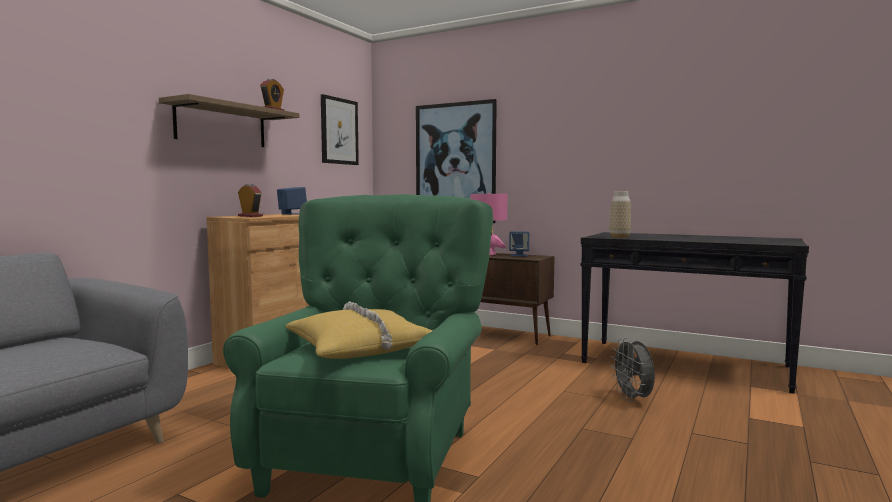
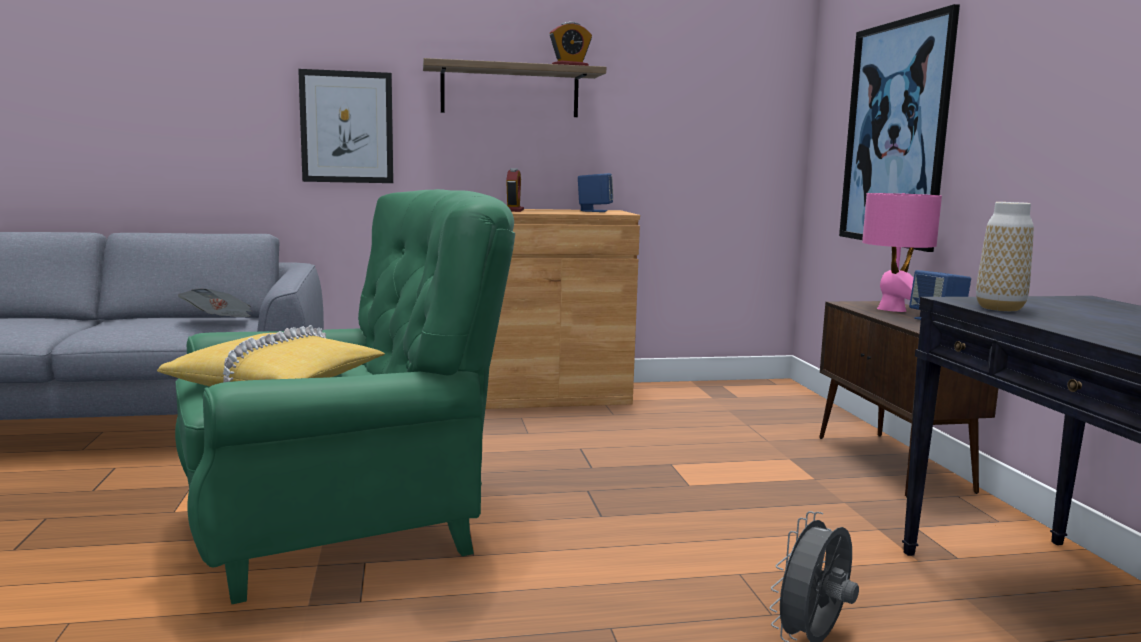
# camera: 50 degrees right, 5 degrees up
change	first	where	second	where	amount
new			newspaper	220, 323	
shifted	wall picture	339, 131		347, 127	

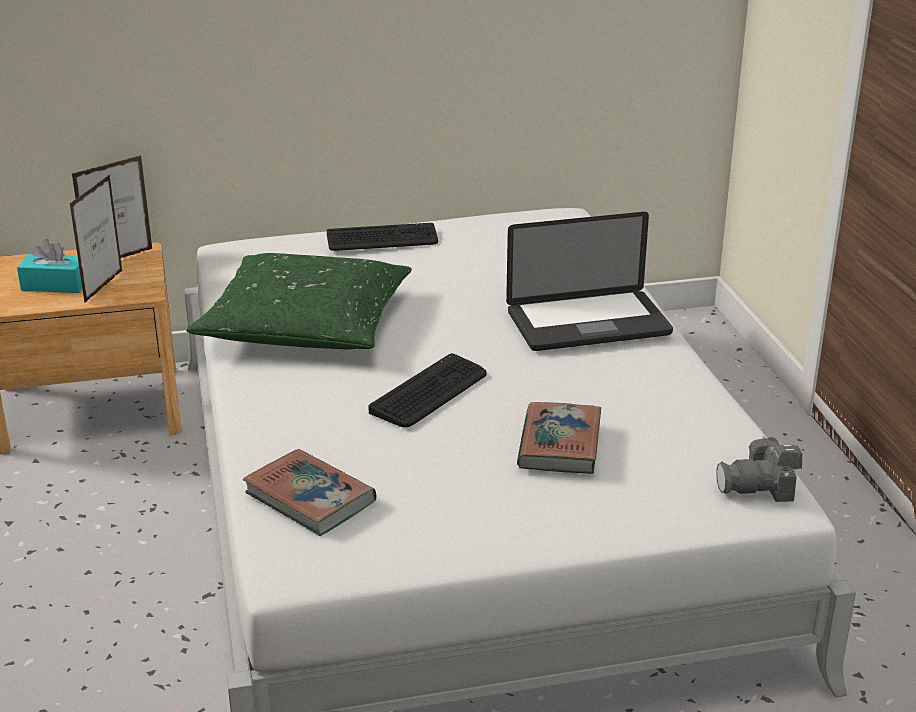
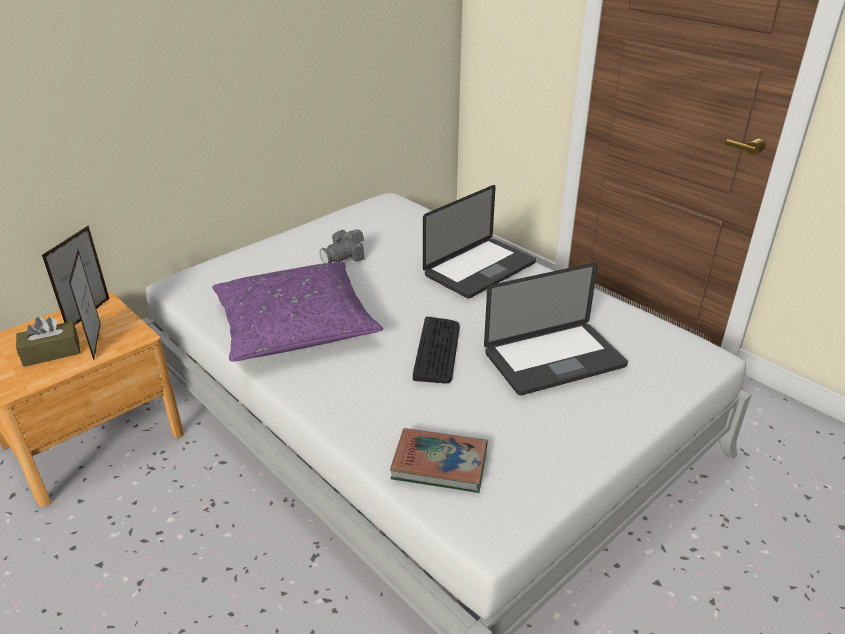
# camera: 30 degrees left, 5 degrees up
change	first	where	second	where	amount
repainted	tissue holder/blue-green	55, 285	tissue holder/brown	51, 352	
repainted	cushion/green-coloured	305, 324	cushion/purple-coloured	295, 325	
shifted	still camera	760, 487		344, 257	
swapped	volume	559, 444	laptop	554, 360	
gone	PC keyboard	382, 239			

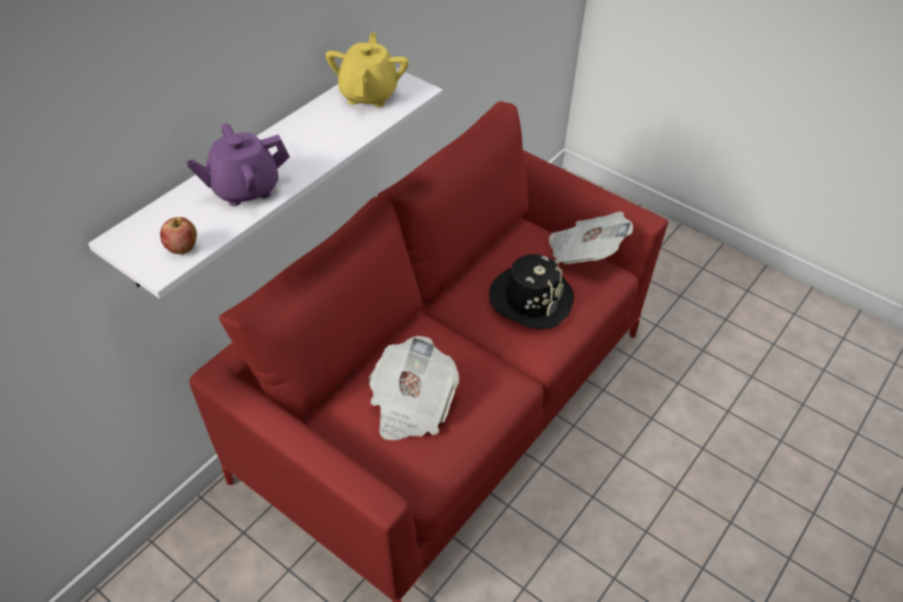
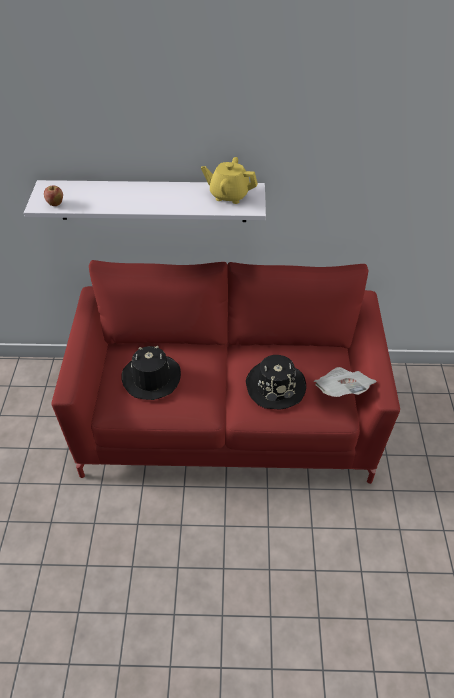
# camera: 55 degrees right, 0 degrees up
change	first	where	second	where	amount
swapped	newspaper	411, 405	clothing hat/black	151, 378	
rotated	tea pot/yellow-coloured	369, 94		229, 195	135 degrees counterclockwise
gone	tea pot/purple-coloured	244, 189			

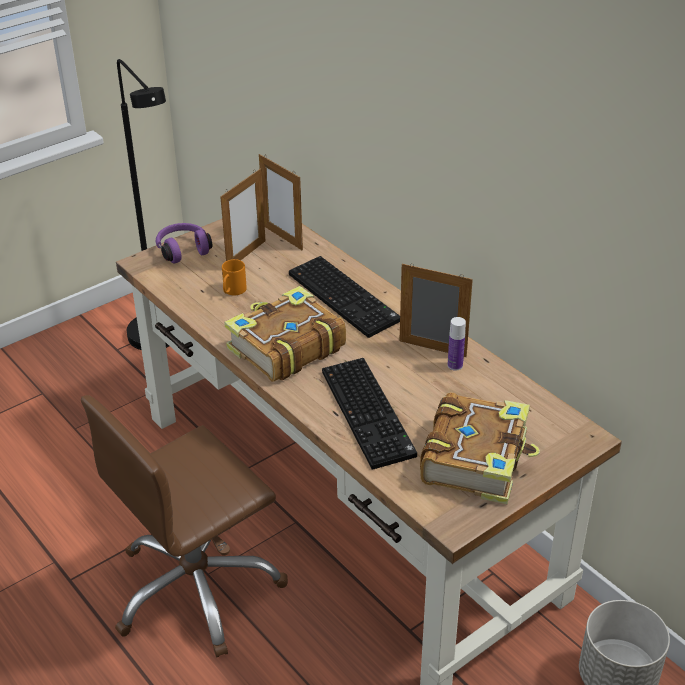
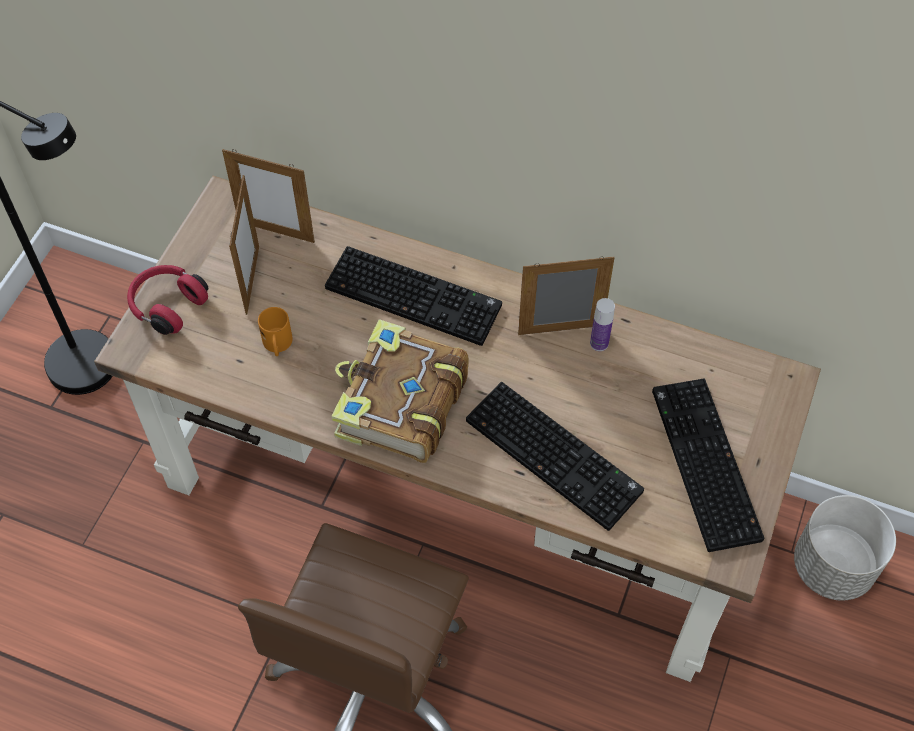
# camera: 30 degrees left, 20 degrees up
change	first	where	second	where	amount
repainted	headset/purple-coloured	183, 250	headset/red-coloured	167, 305	
swapped	volume	477, 459	PC keyboard	701, 463	

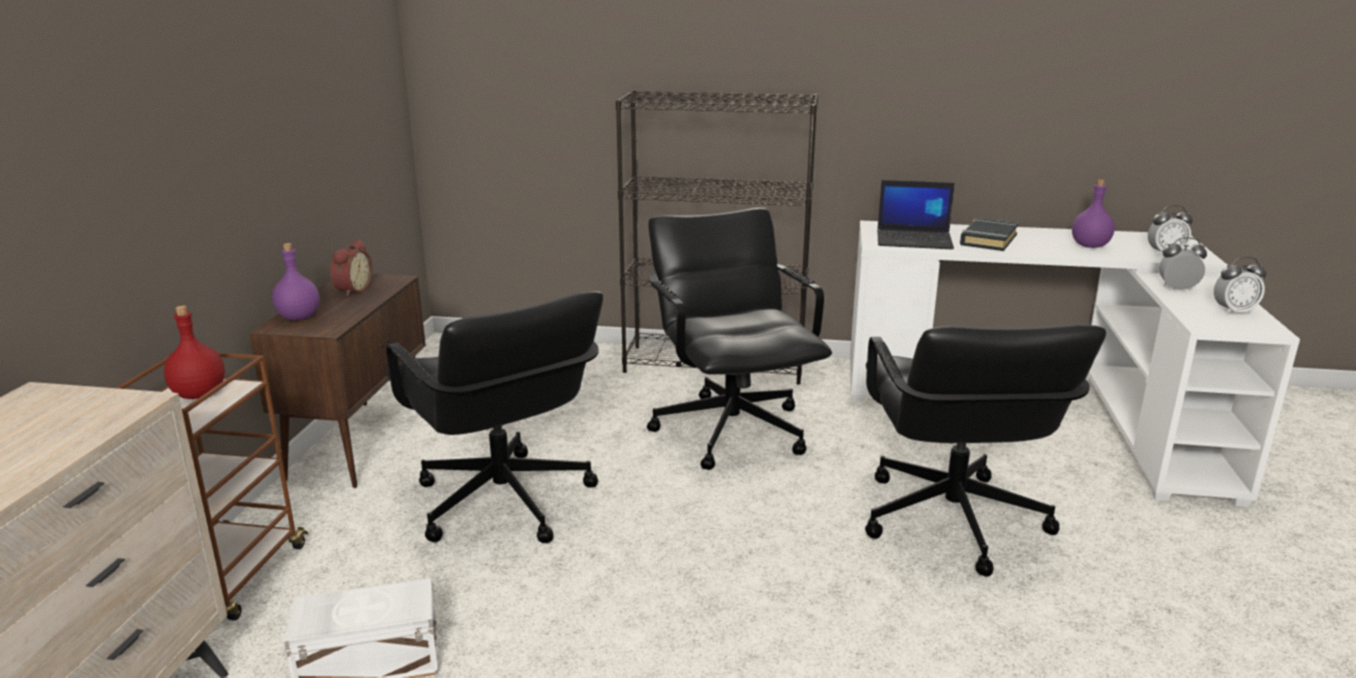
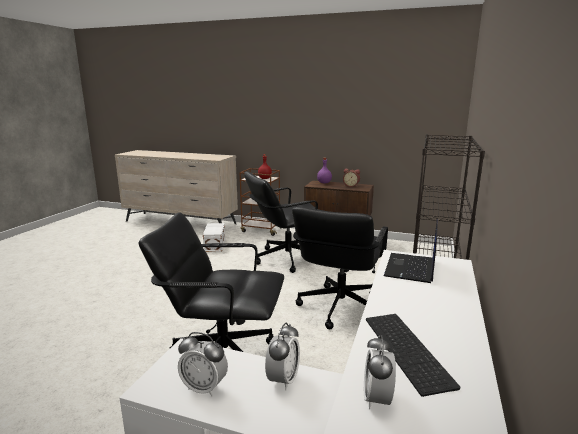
# camera: 100 degrees right, 5 degrees down
change	first	where	second	where	amount
rotated	alarm clock	1233, 311		204, 388	75 degrees counterclockwise
rotated	office chair/black	732, 430		339, 307	120 degrees clockwise
swapped	bottle/purple-coloured	1089, 246	PC keyboard	409, 350	
gone	volume/black	988, 240			

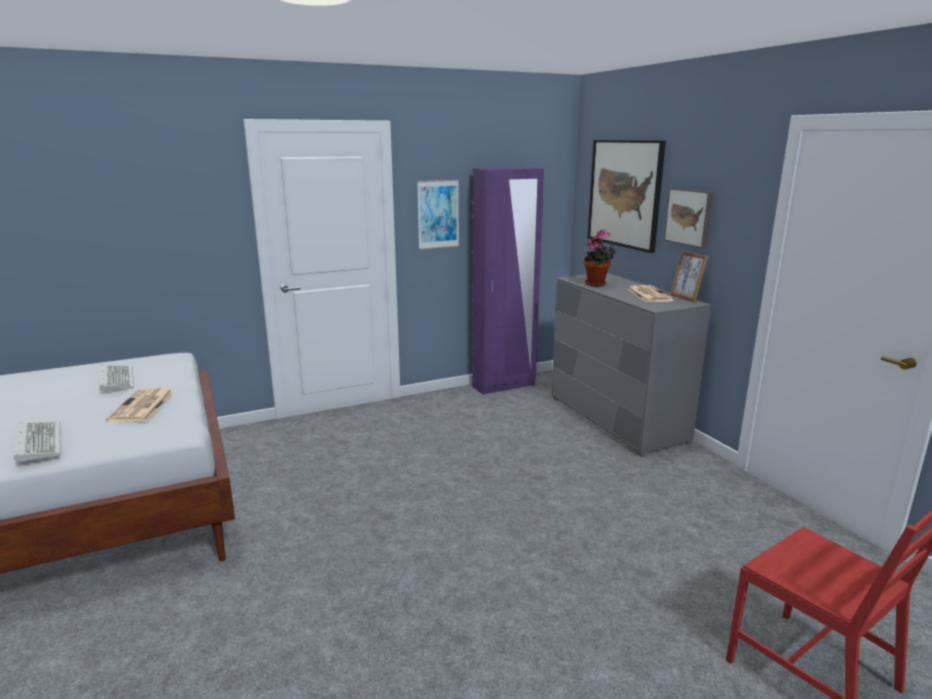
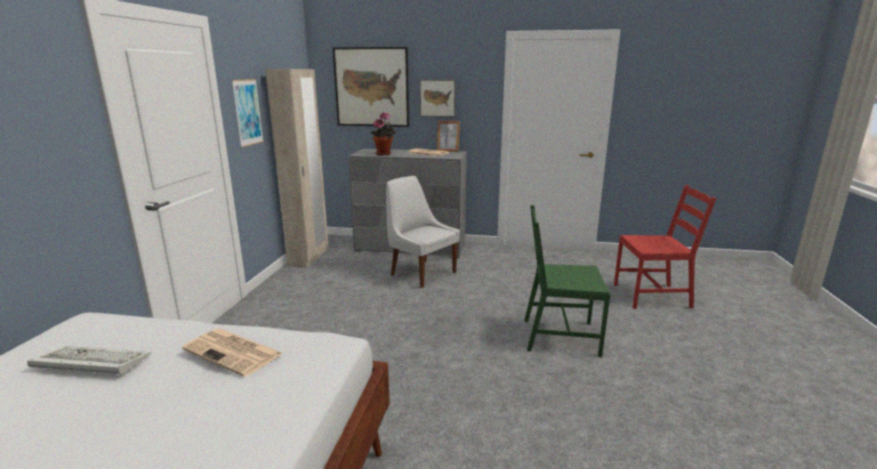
# camera: 55 degrees left, 0 degrees up
change	first	where	second	where	amount
repainted	wardrobe/purple-coloured	504, 386	wardrobe/beige-coloured	309, 257	
new			upright chair/white-coloured	421, 273	
new			upright chair/green-coloured	559, 337	
gone	PC keyboard	37, 442			

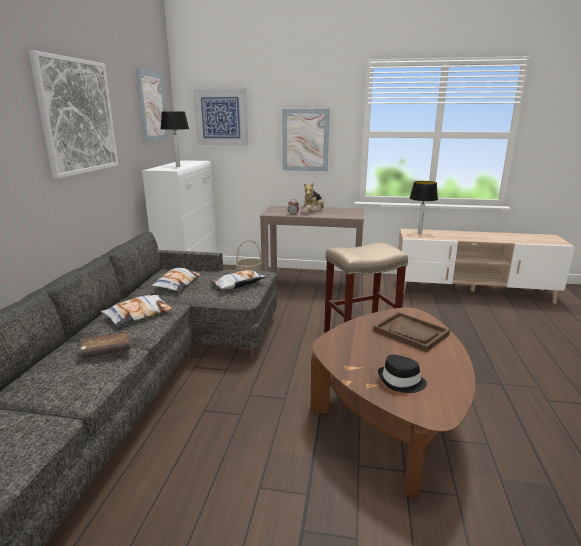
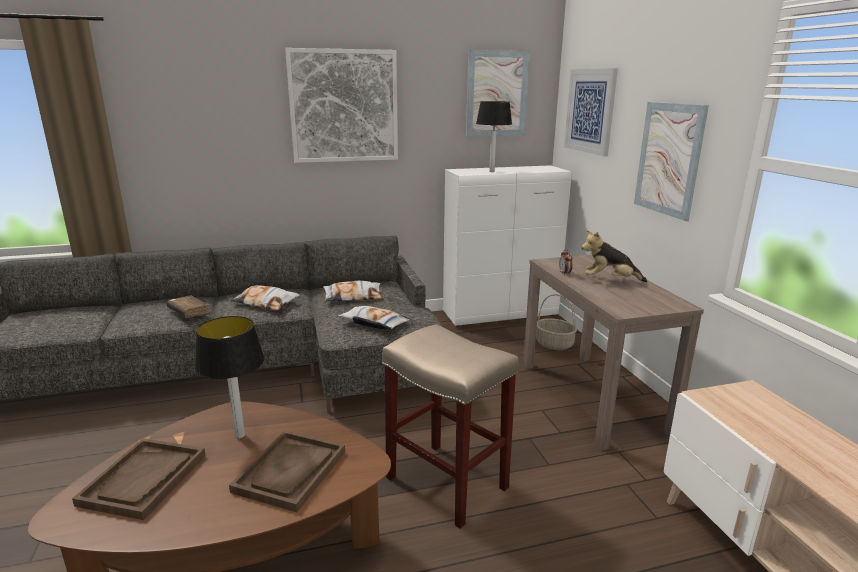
# camera: 65 degrees right, 0 degrees up
change	first	where	second	where	amount
swapped	clothing hat/black	401, 381	serving tray/brown	144, 479	
shifted	table lamp	419, 233		240, 435	

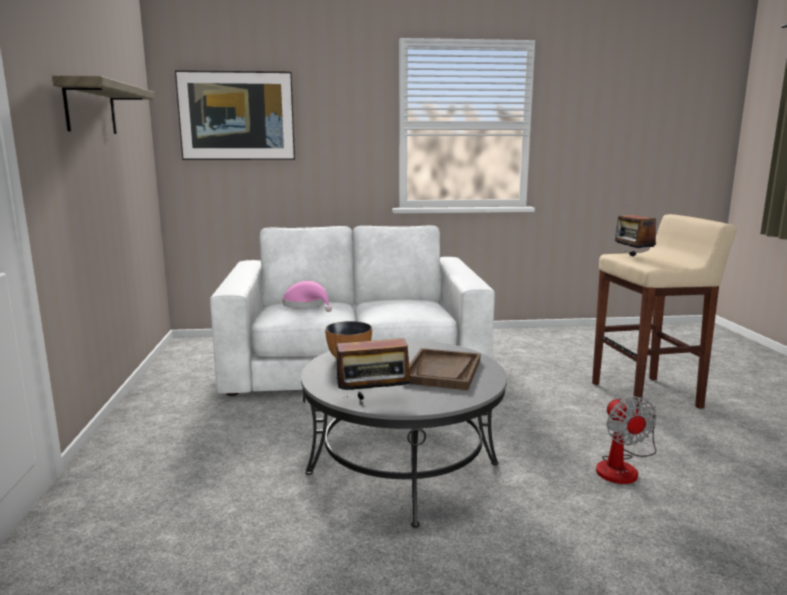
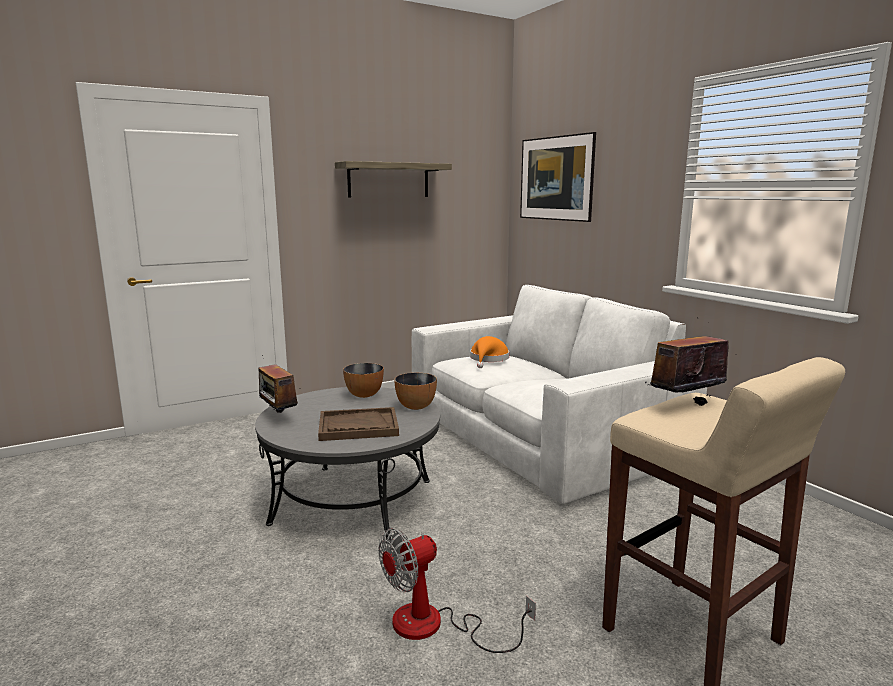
# camera: 65 degrees right, 0 degrees up
change	first	where	second	where	amount
new			serving bowl	415, 406	
repainted	clothing hat/pink-coloured	306, 305	clothing hat/orange-coloured	488, 359	

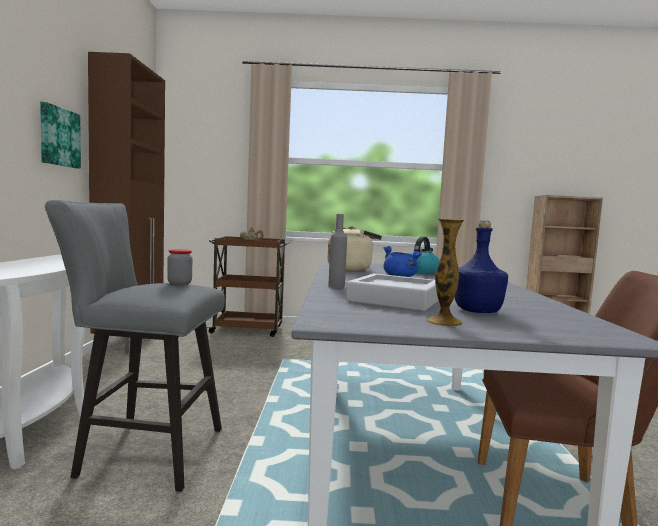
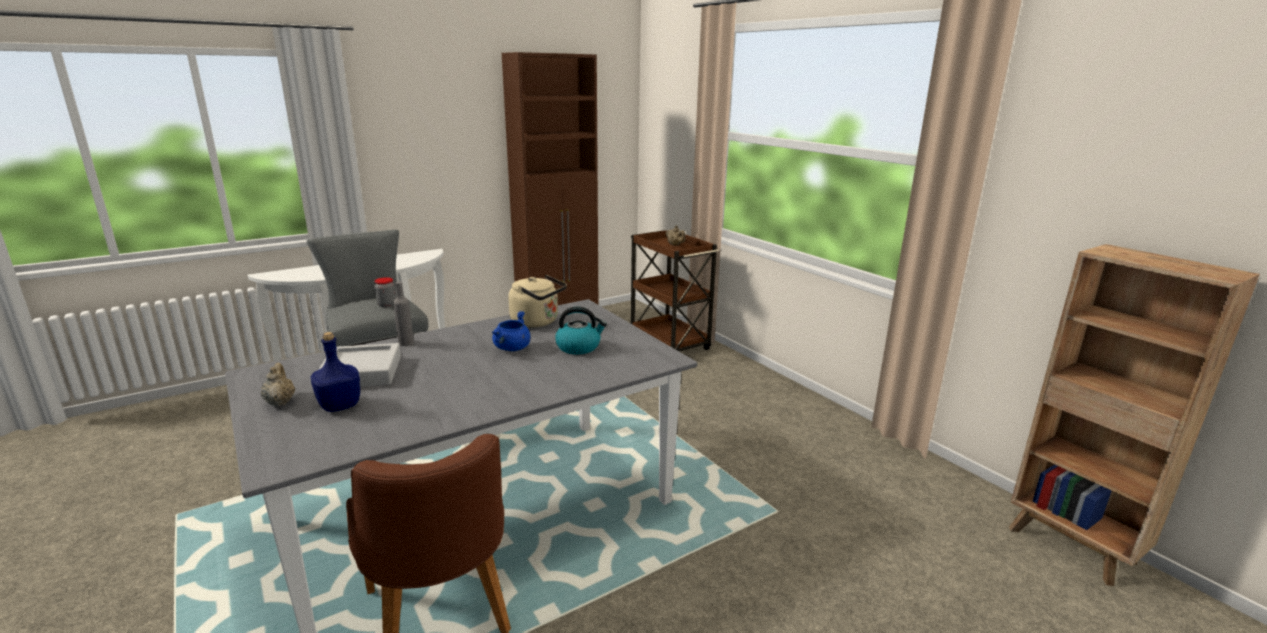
# camera: 55 degrees right, 15 degrees up
change	first	where	second	where	amount
swapped	decorative vase	444, 322	tea pot/beige-coloured	280, 402	
gone	wall picture	58, 137			

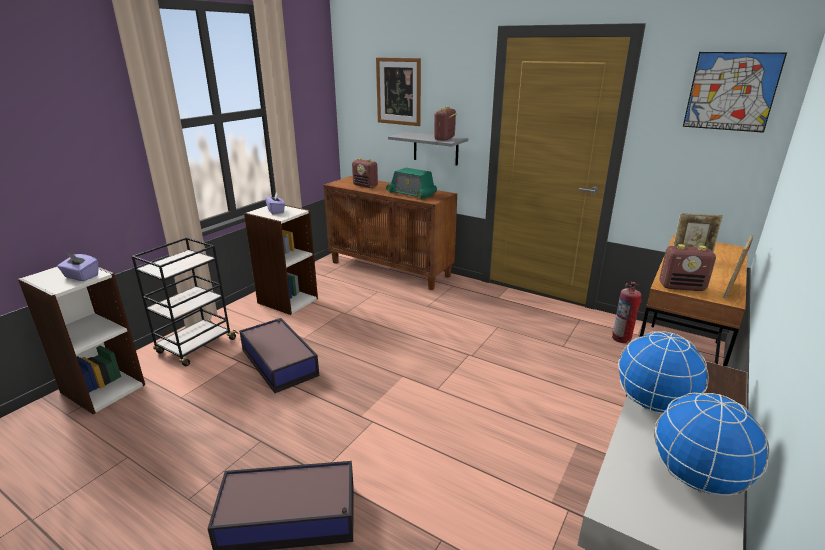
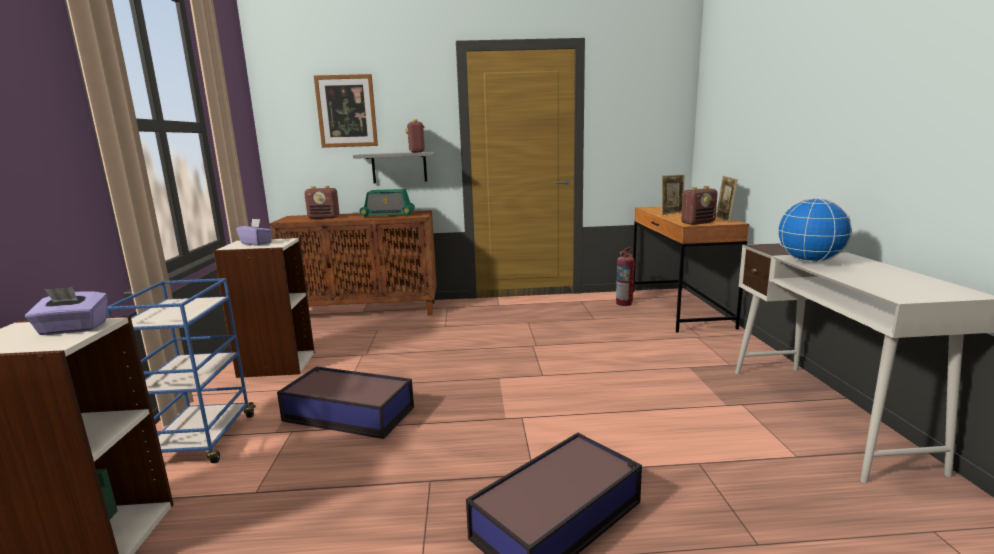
# camera: 35 degrees left, 10 degrees down
change	first	where	second	where	amount
repainted	cart/black	196, 347	cart/bluish	202, 441	
gone	desk globe	697, 478			
gone	wall picture	731, 91			

